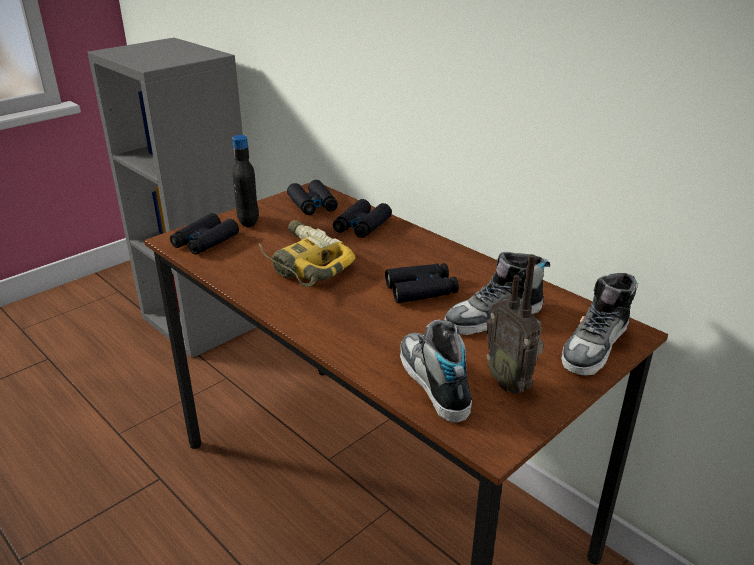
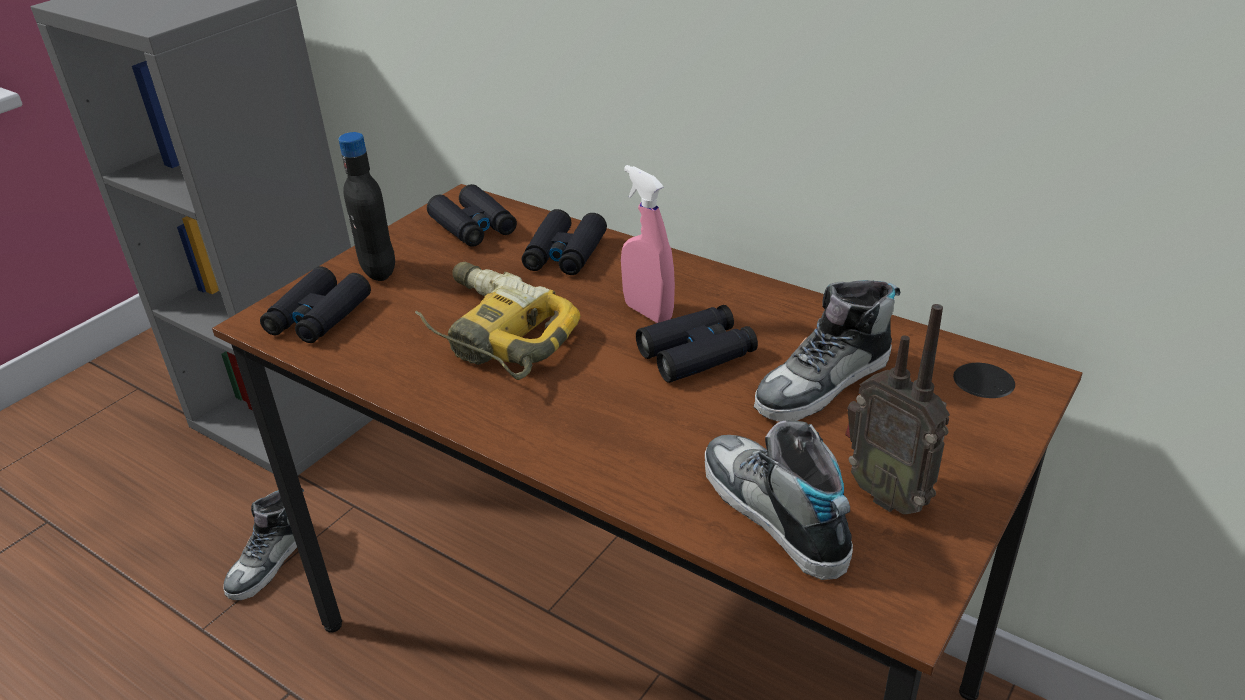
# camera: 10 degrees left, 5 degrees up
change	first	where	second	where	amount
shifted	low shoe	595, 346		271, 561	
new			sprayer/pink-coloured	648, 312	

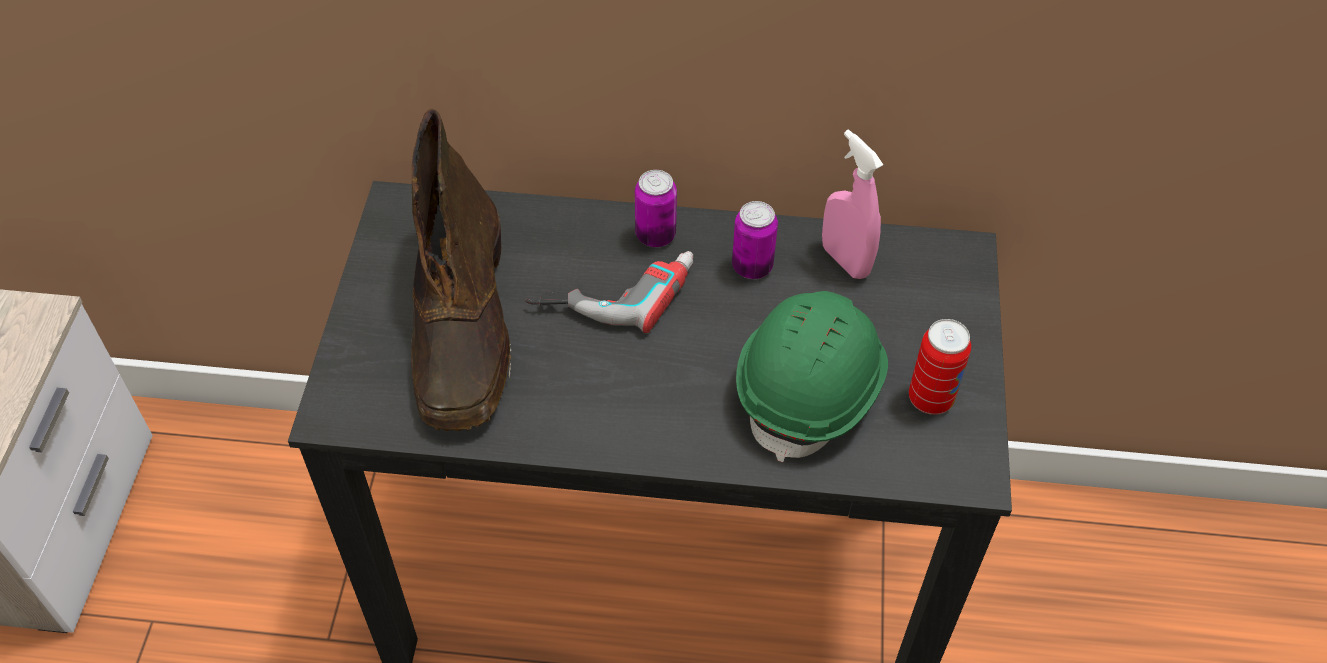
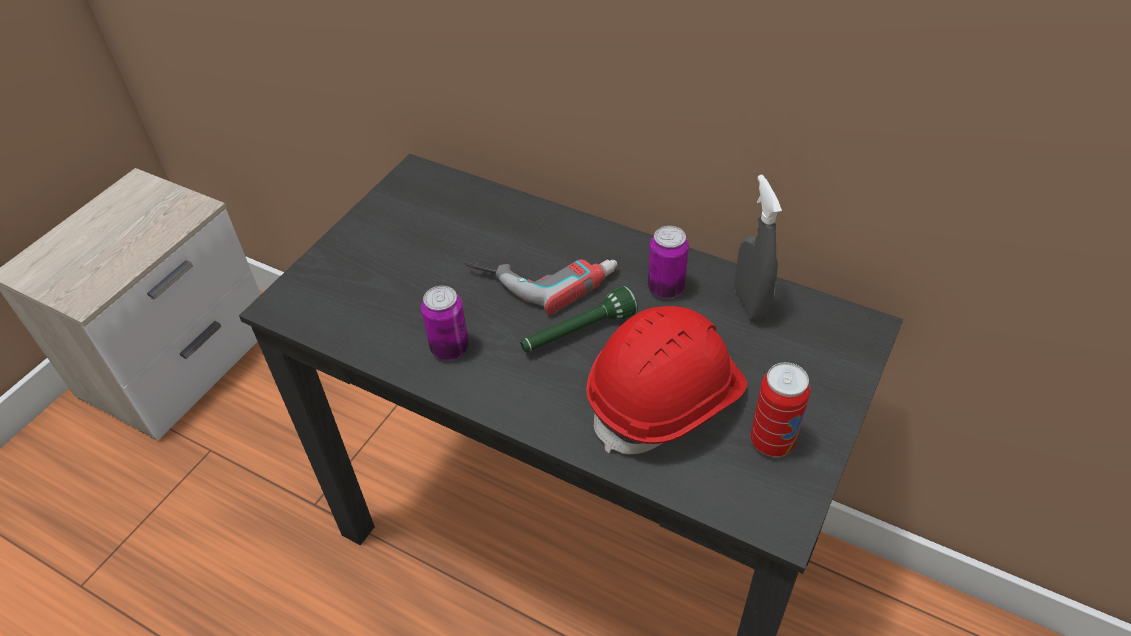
# camera: 25 degrees right, 5 degrees down
change	first	where	second	where	amount
shifted	metal can	655, 235		449, 348	
new			flashlight/green-coloured	578, 333	
repainted	safety helmet/green-coloured	812, 389	safety helmet/red-coloured	666, 400	
repainted	sprayer/pink-coloured	845, 260	sprayer/gray	750, 304	
gone	boot/brown	462, 326			

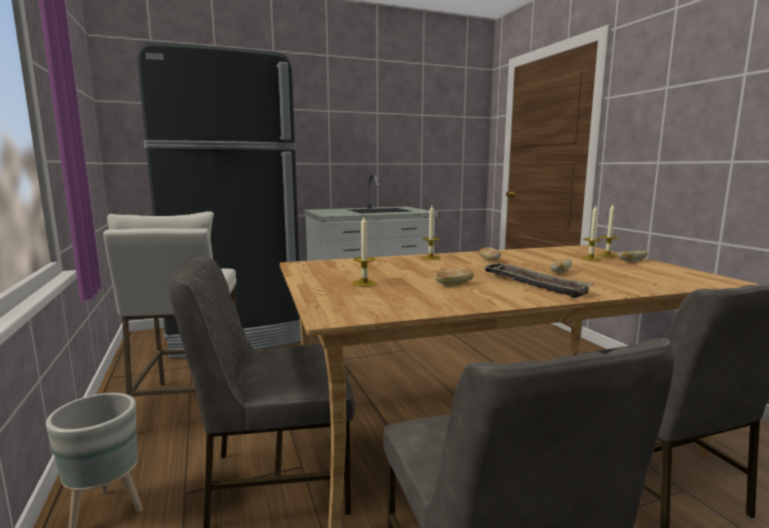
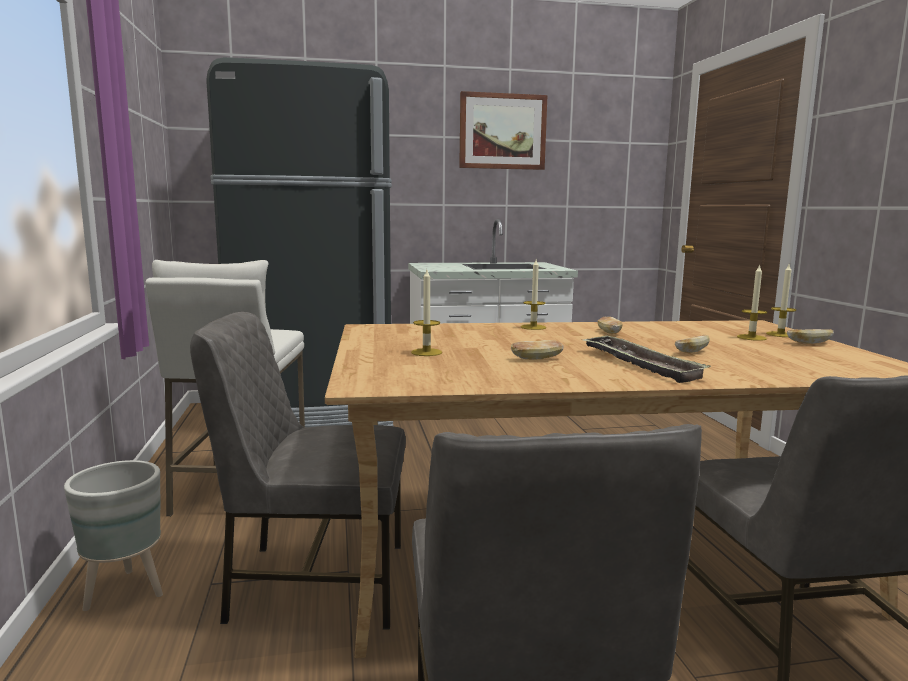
# camera: 10 degrees right, 0 degrees up
change	first	where	second	where	amount
new			wall picture	502, 131	

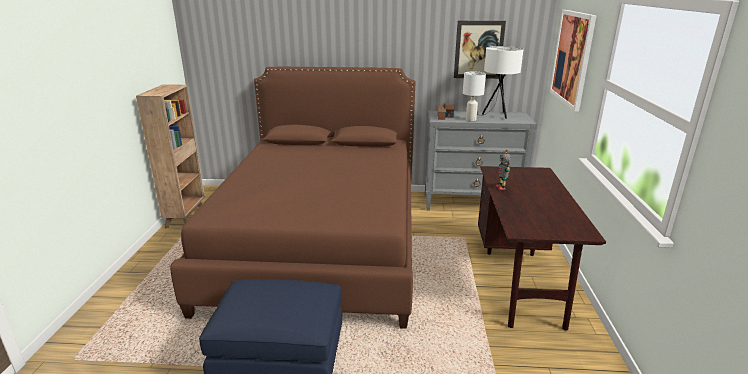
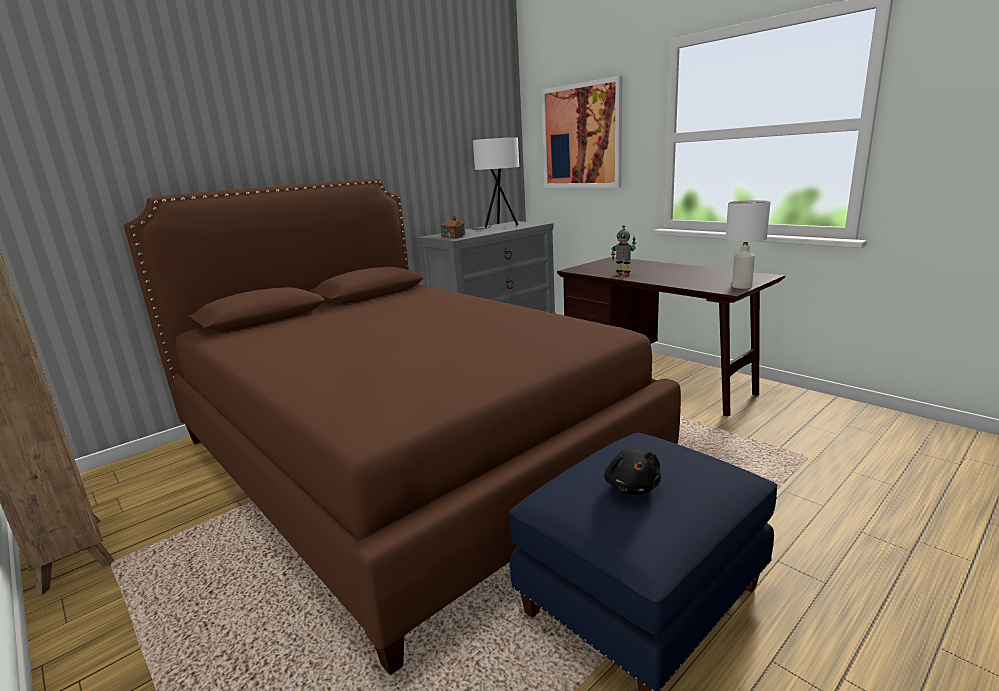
# camera: 45 degrees left, 5 degrees down
change	first	where	second	where	amount
new			cuddly toy/black	632, 487	
shifted	table lamp/white-coloured	471, 119		742, 286	
gone	wall picture	479, 50			

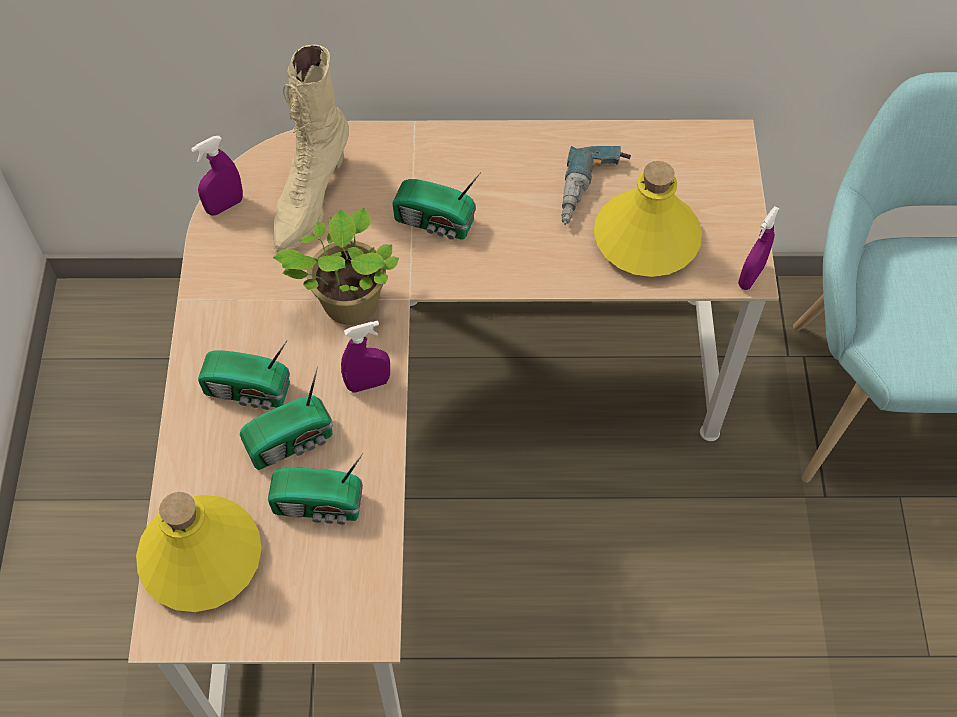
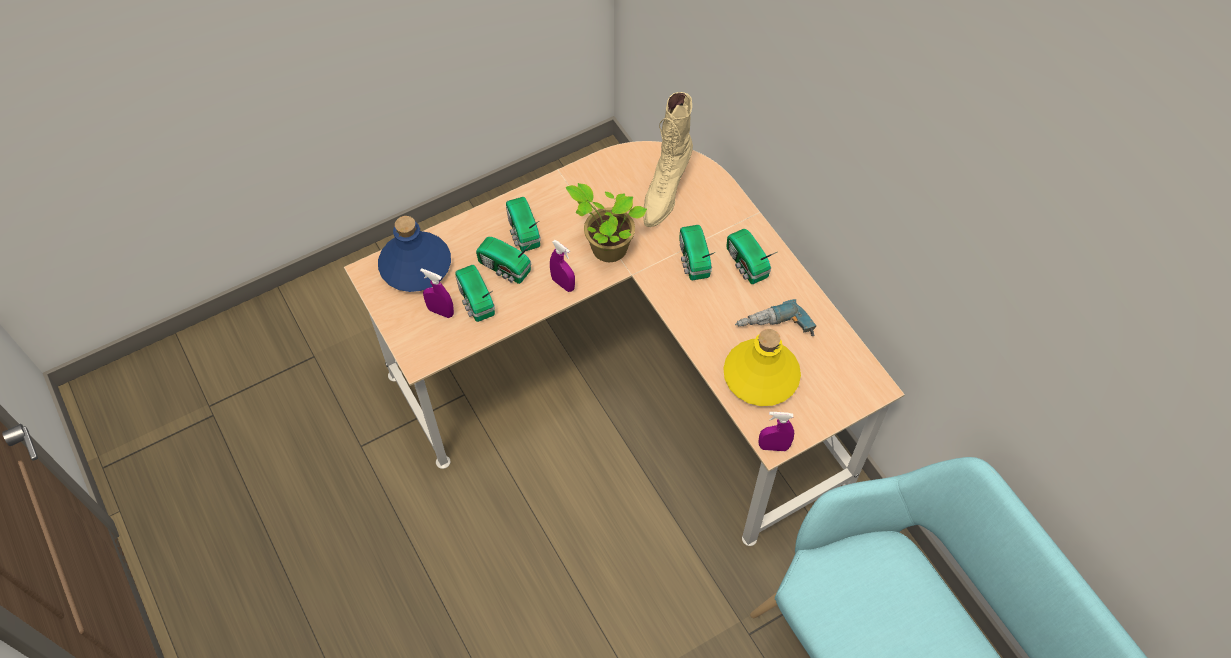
# camera: 60 degrees right, 0 degrees up
change	first	where	second	where	amount
repainted	bottle/yellow-coloured	200, 556	bottle/bluish	415, 264	
shifted	sprayer/purple-coloured	225, 206		440, 311	
rotated	boot/beige-coloured	310, 199		665, 192	60 degrees counterclockwise
new			radio receiver	746, 265	

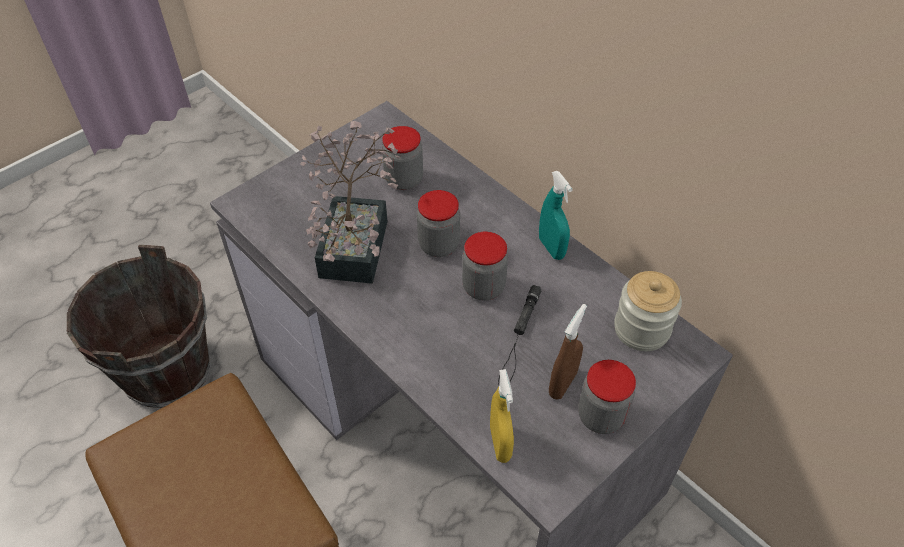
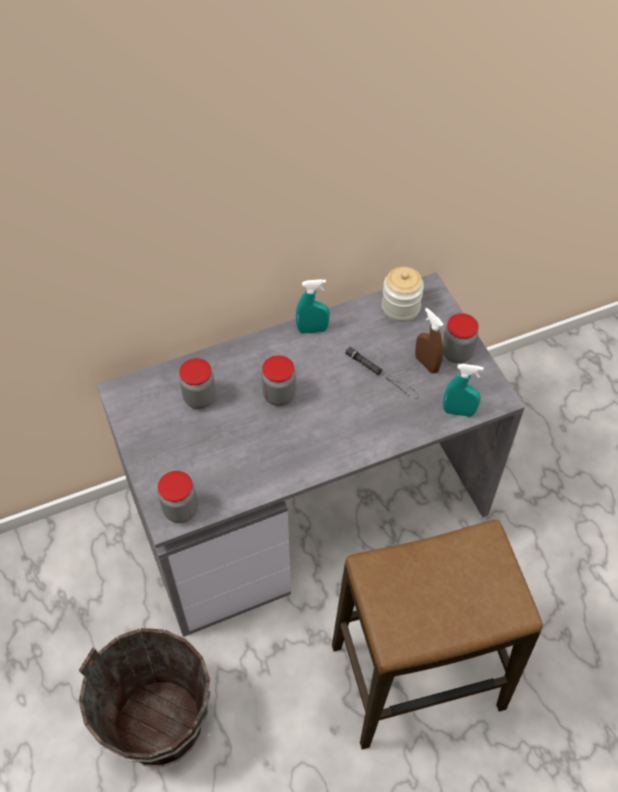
# camera: 70 degrees left, 5 degrees up
change	first	where	second	where	amount
shifted	storage jar	483, 287		180, 510	
repainted	sprayer/yellow-coloured	500, 443	sprayer/blue-green	458, 412	
gone	plant in a pot	357, 240			

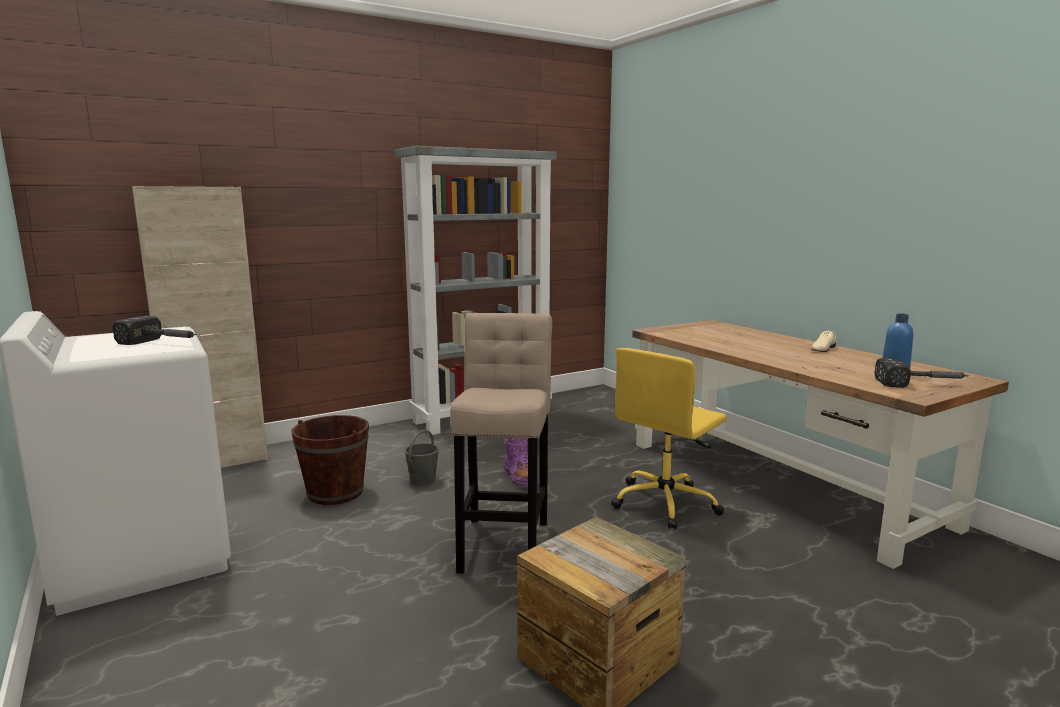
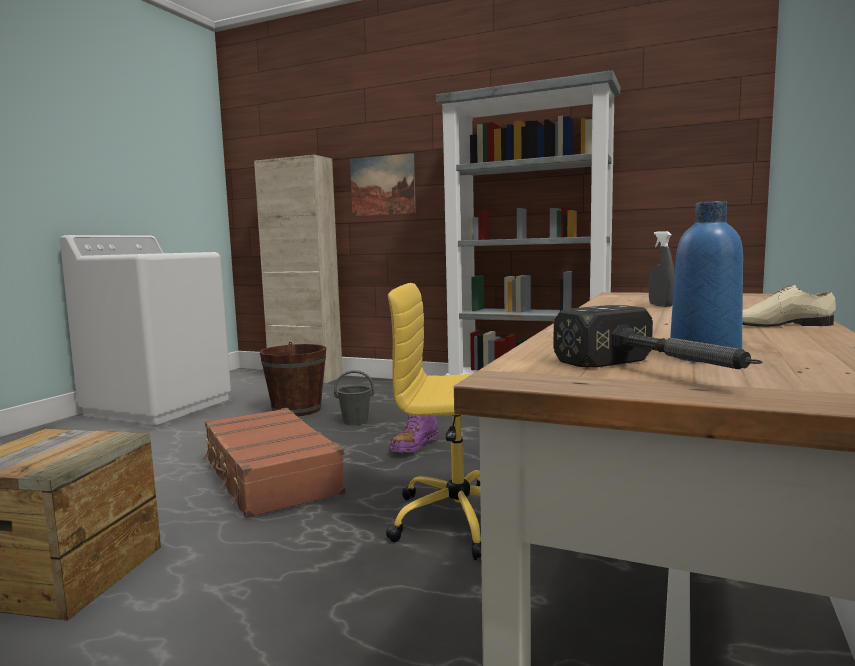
# camera: 55 degrees right, 5 degrees down
change	first	where	second	where	amount
swapped	stool/beige-coloured	504, 542	suitcase/brown	269, 477	
new			wall picture	382, 185	
new			sprayer/gray	660, 305	
gone	hammer	163, 343			

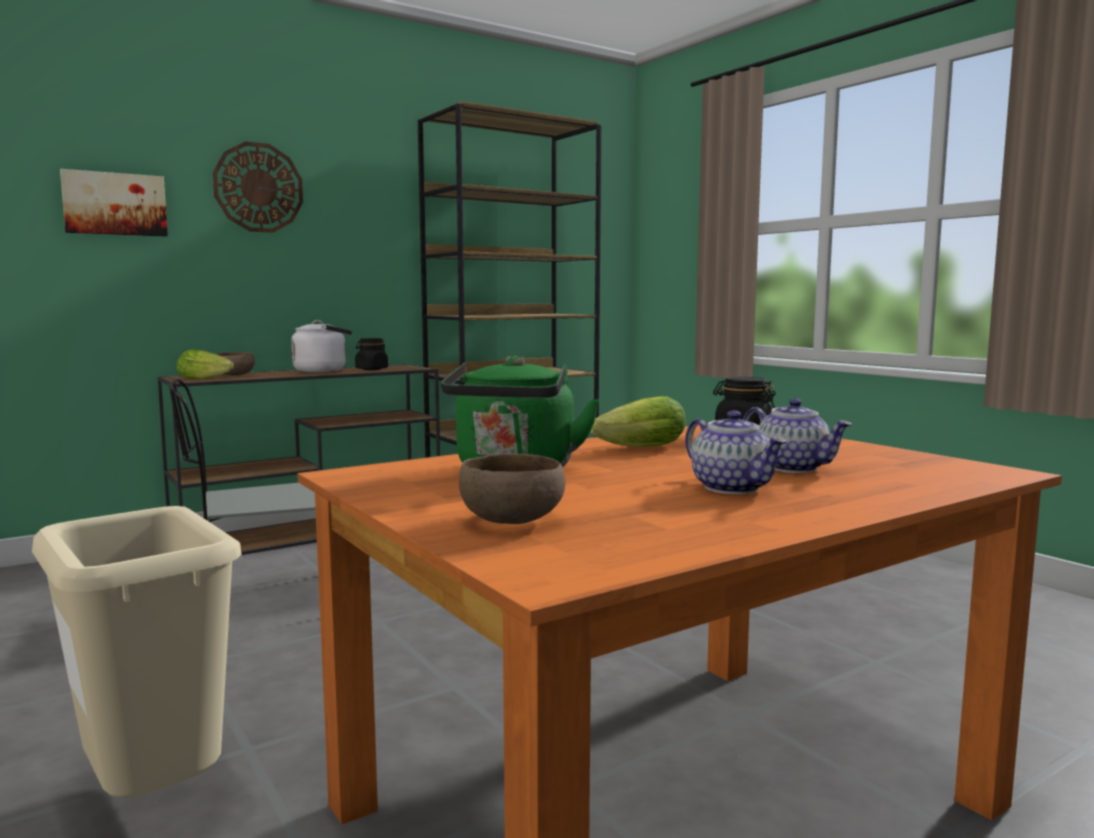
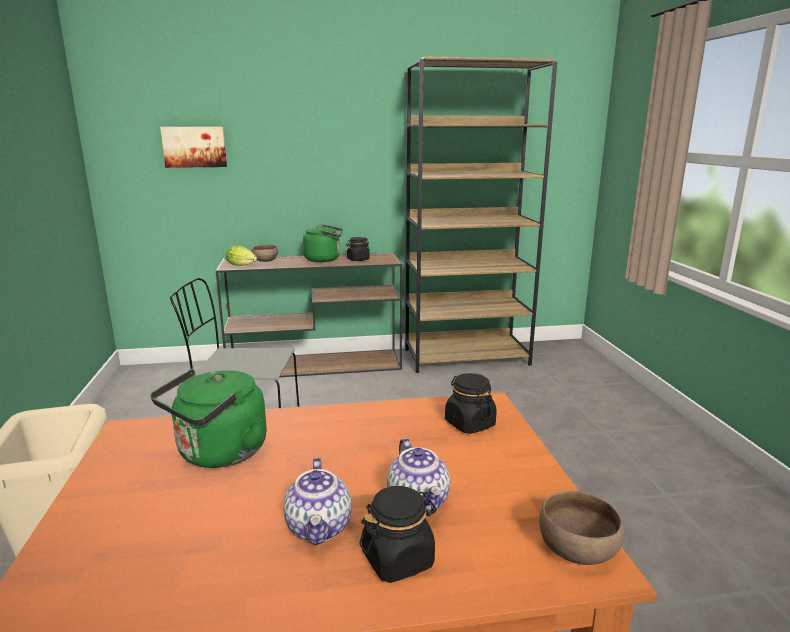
# camera: 25 degrees right, 10 degrees up
change	first	where	second	where	amount
repainted	water kettle/white-coloured	323, 371	water kettle/green-coloured	325, 259	
new			storage jar/black	398, 559	
shifted	serving bowl/brown	513, 520		578, 549	
gone	wall clock	258, 187			
gone	lettuce	635, 448			

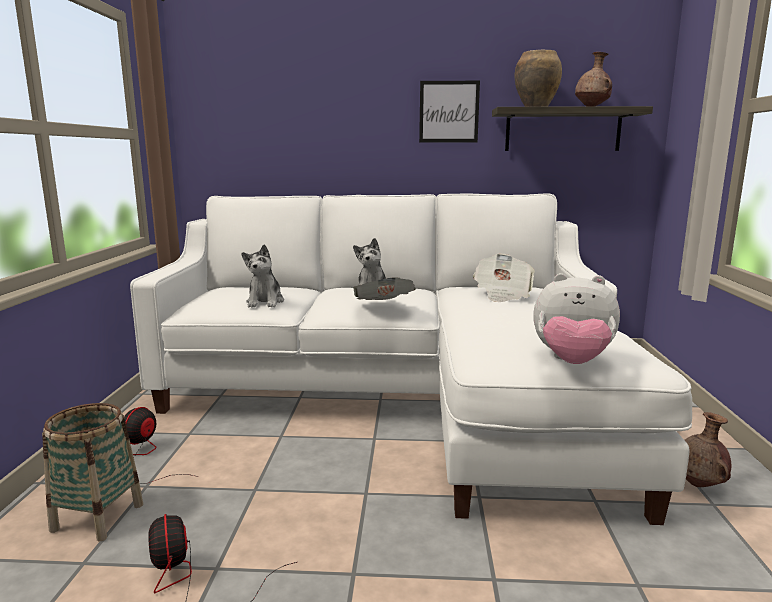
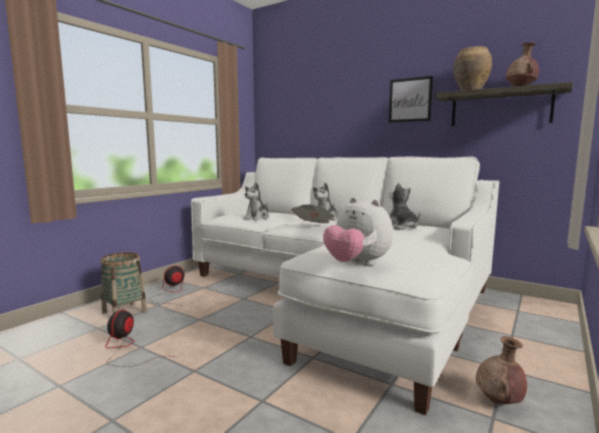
# camera: 30 degrees right, 5 degrees down
change	first	where	second	where	amount
swapped	newspaper	502, 294	cuddly toy	401, 227	

